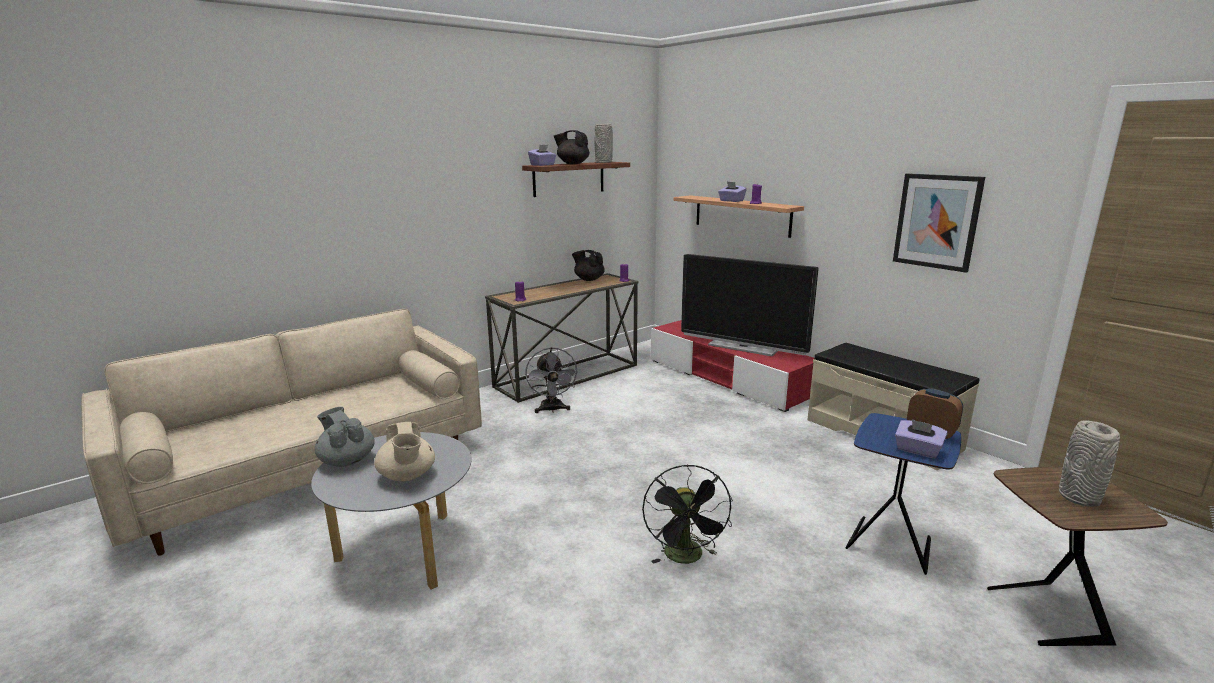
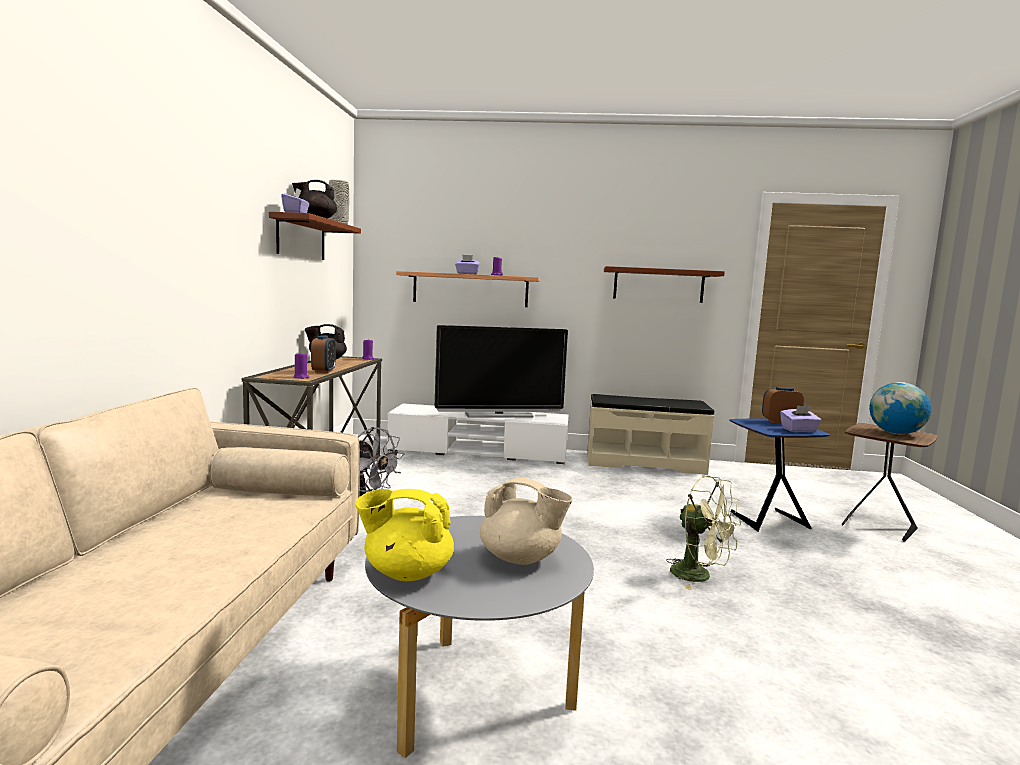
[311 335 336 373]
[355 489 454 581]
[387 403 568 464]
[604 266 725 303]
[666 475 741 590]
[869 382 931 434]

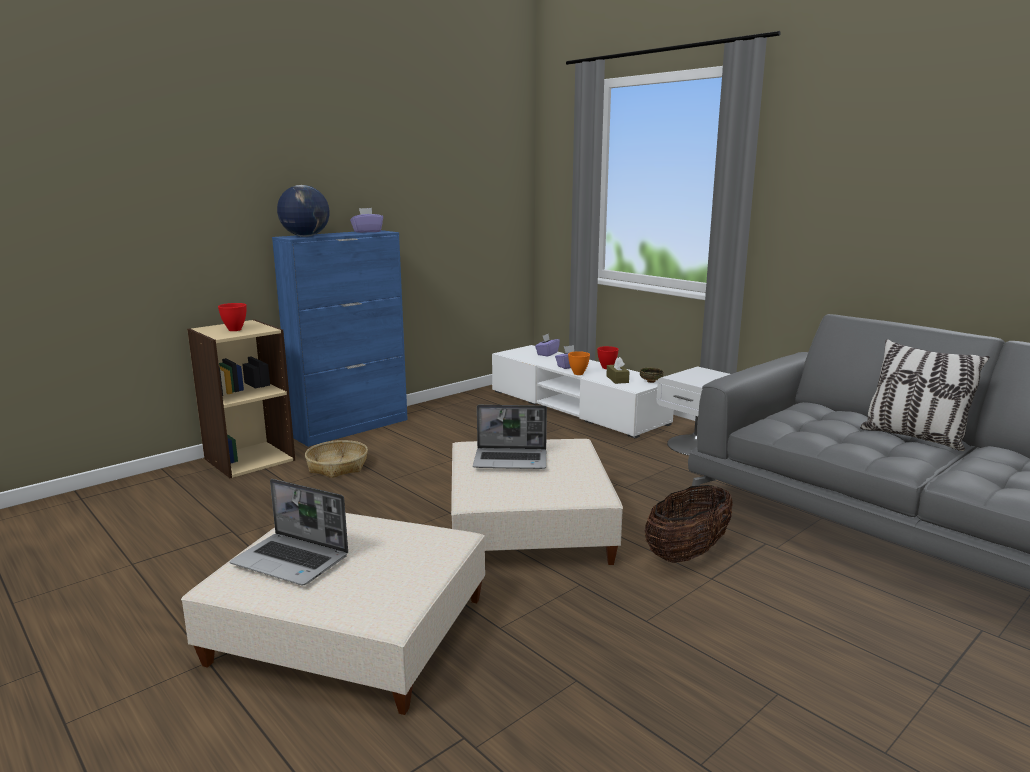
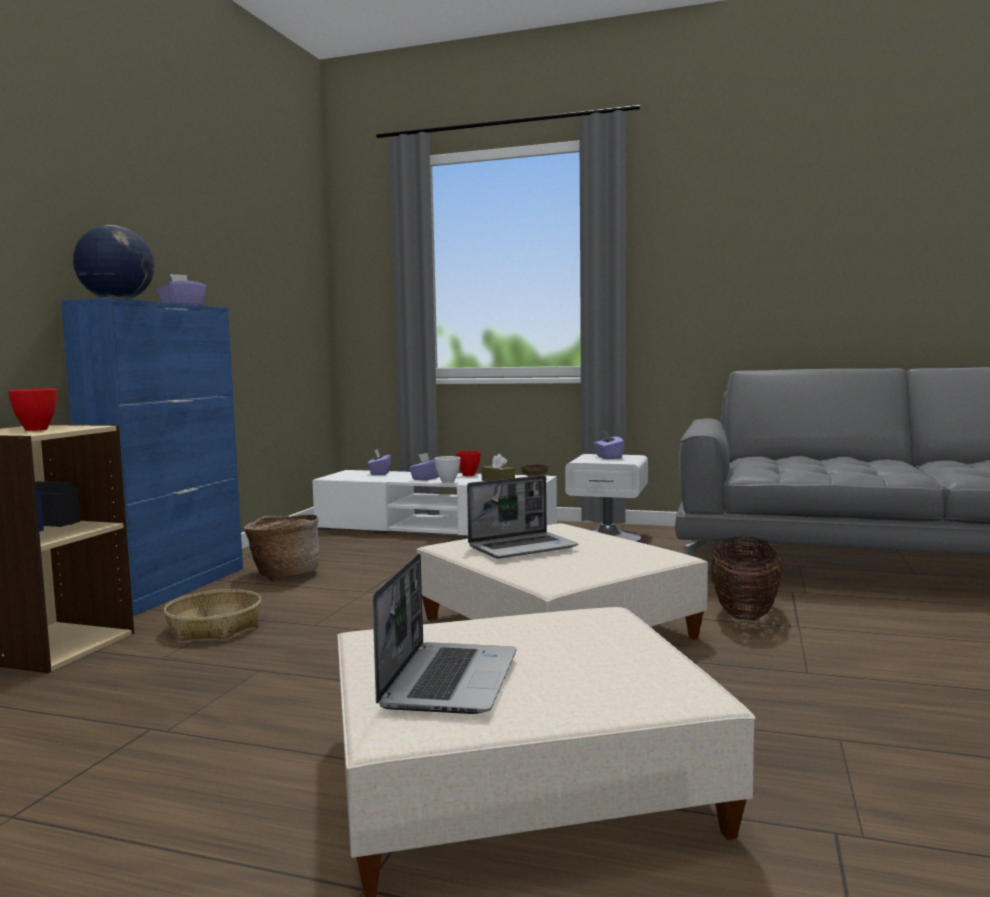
[244 514 319 581]
[373 553 517 714]
[434 456 461 483]
[594 430 624 459]
[860 339 989 451] (first image)

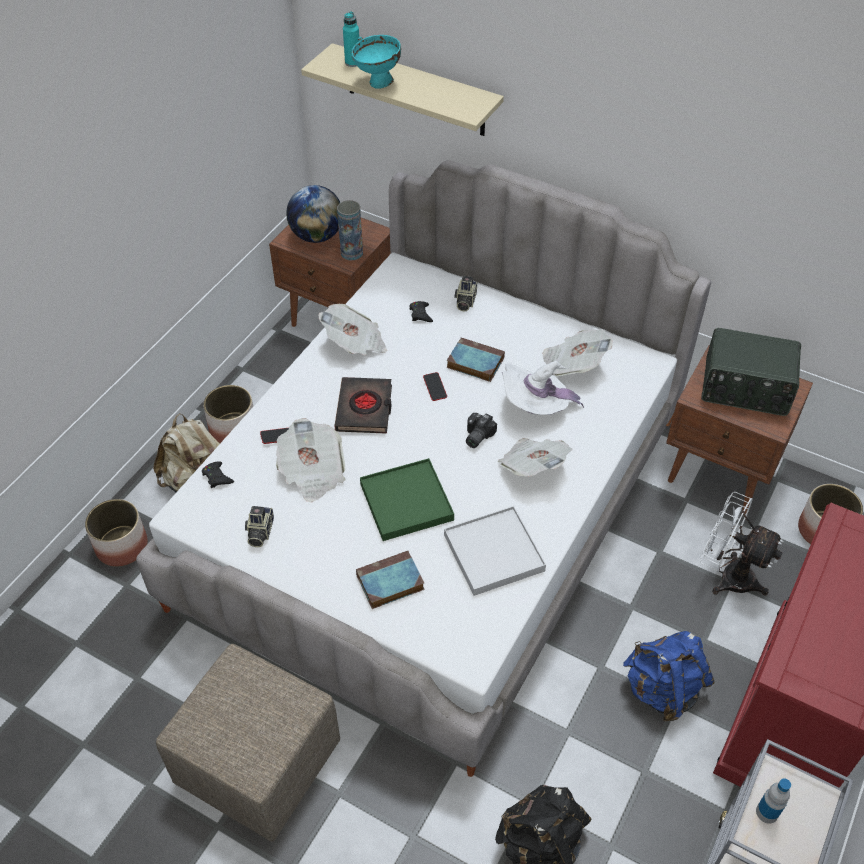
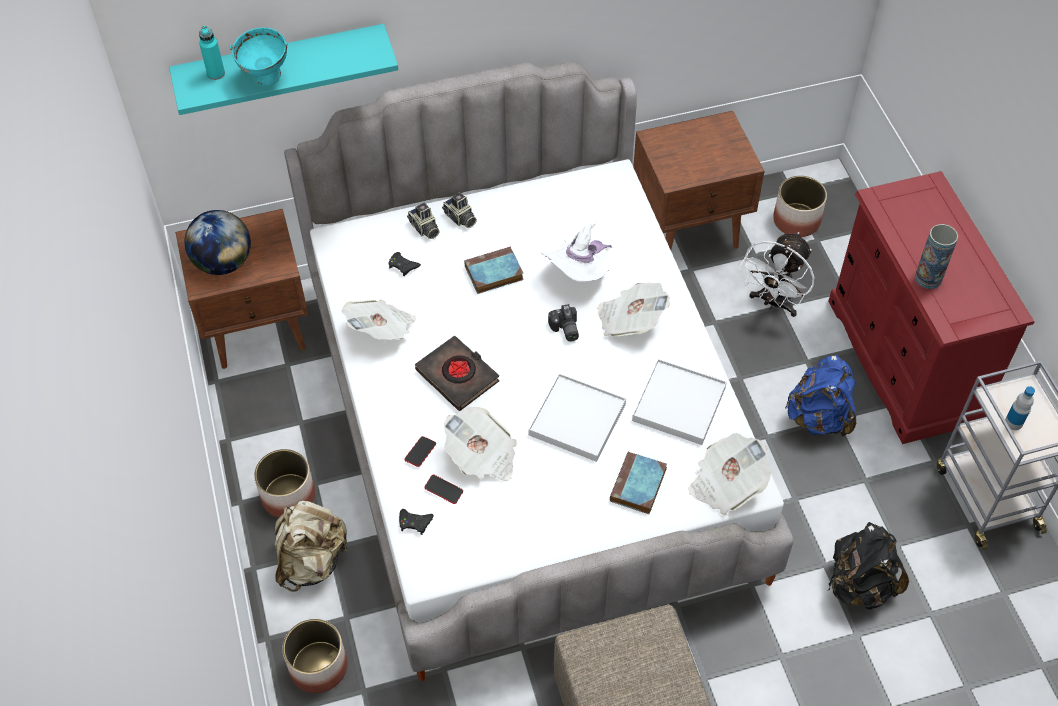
[169 24 398 115]
[424 474 463 504]
[442 192 477 228]
[528 373 626 462]
[688 433 771 515]
[739 232 815 317]
[915 224 958 289]
[701 328 801 416] (first image)

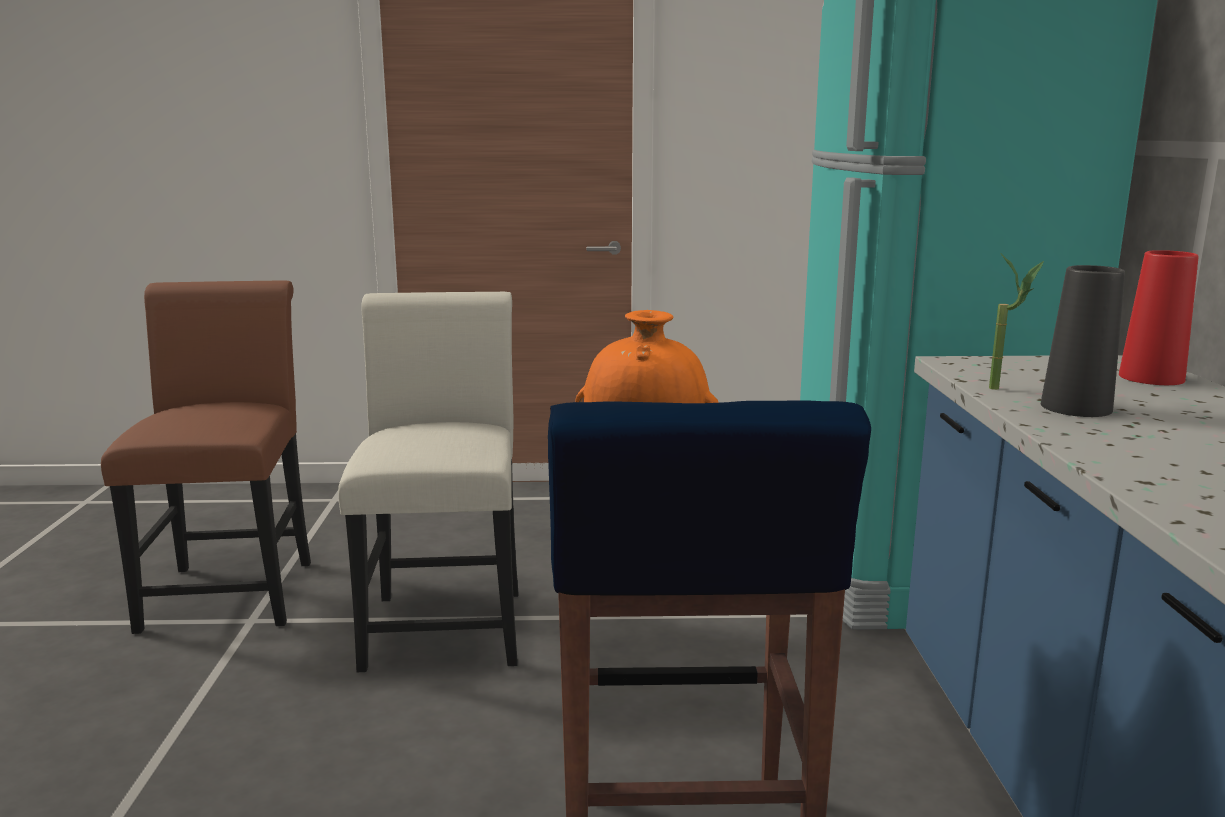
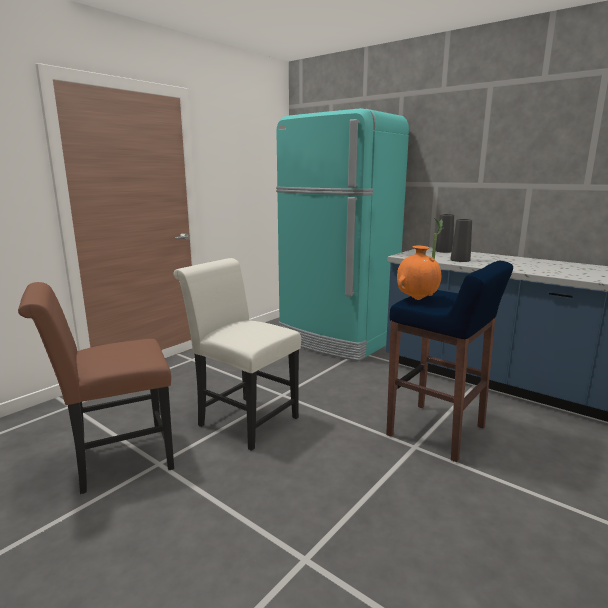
[18 282 174 494]
[435 214 454 253]

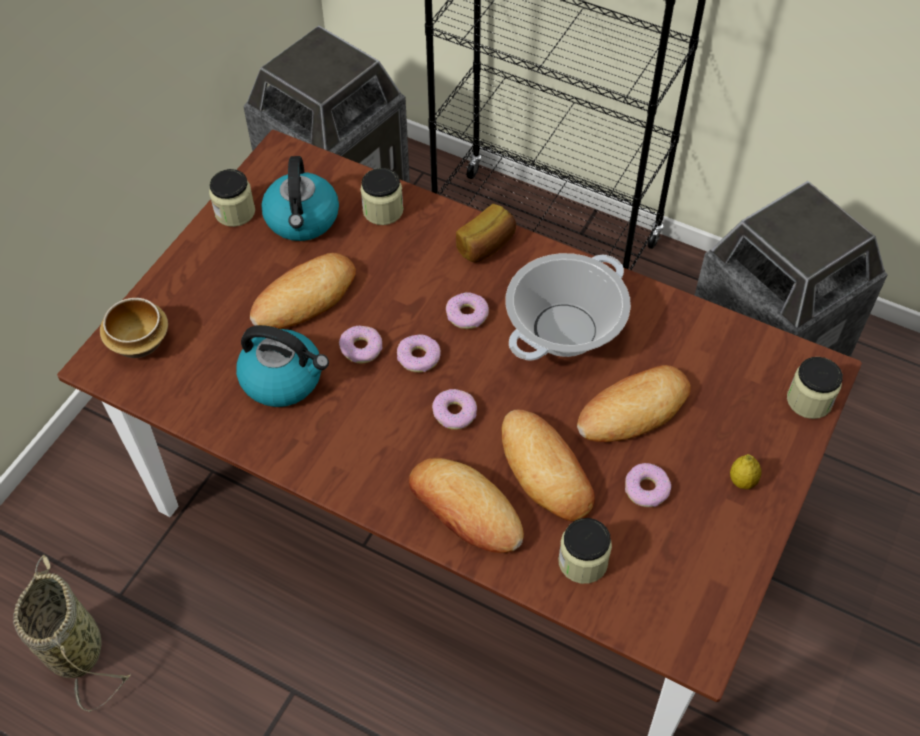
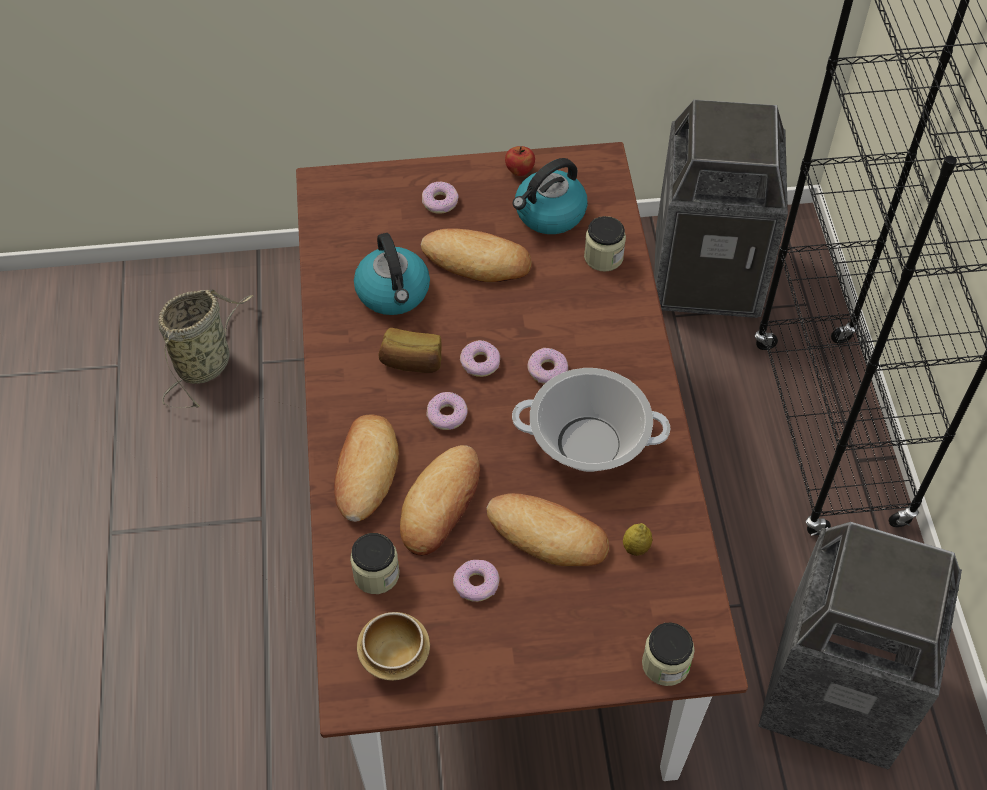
[357 612 430 681]
[379 328 442 373]
[422 182 459 214]
[505 146 535 176]
[623 523 652 556]

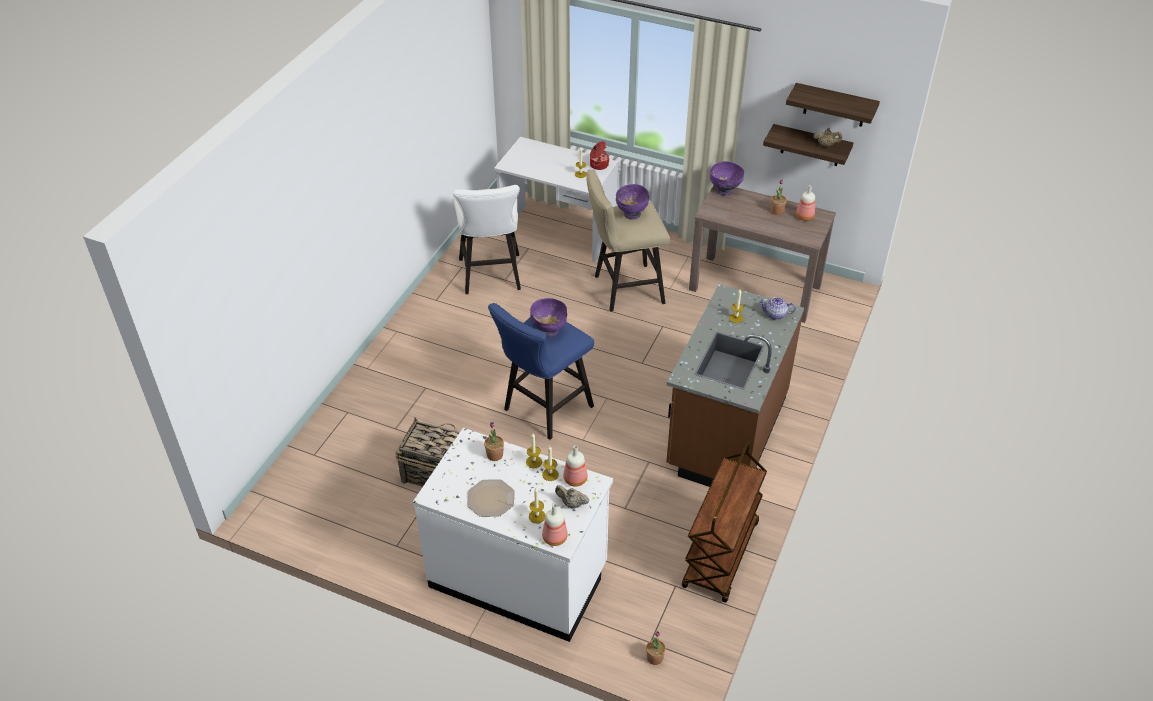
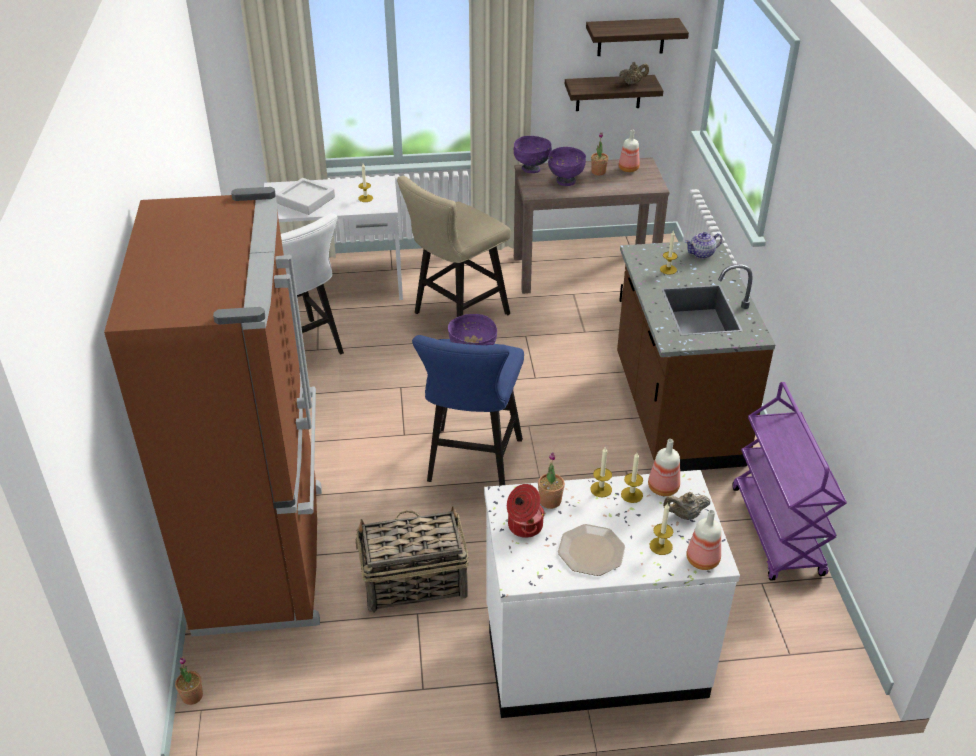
[104 187 322 637]
[175 657 203 705]
[276 178 335 215]
[507 484 545 538]
[548 147 586 186]
[732 382 847 581]

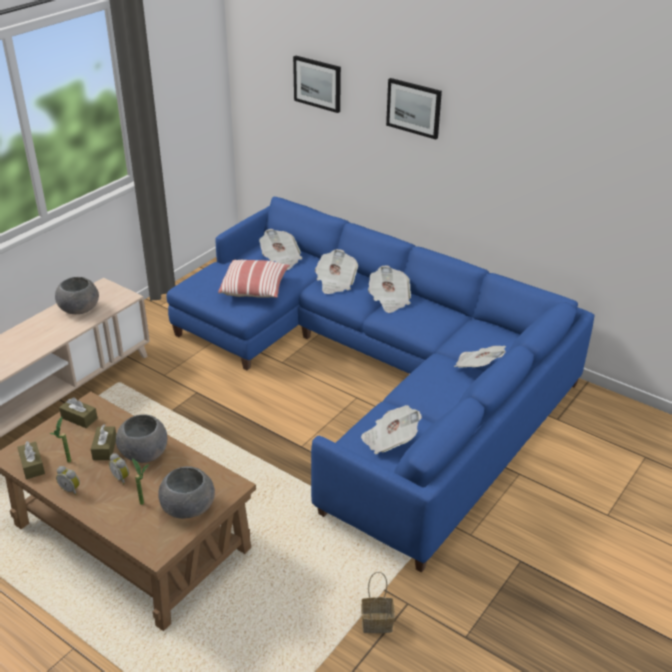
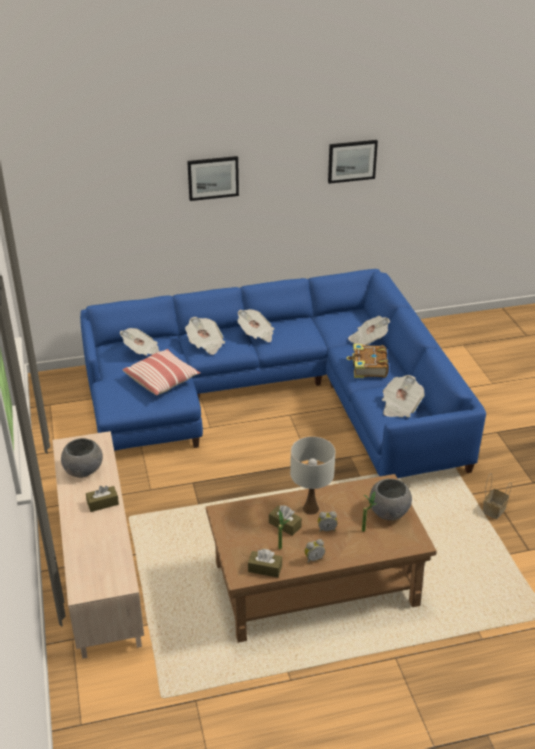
[86 486 119 512]
[290 437 335 514]
[328 140 378 184]
[346 344 389 378]

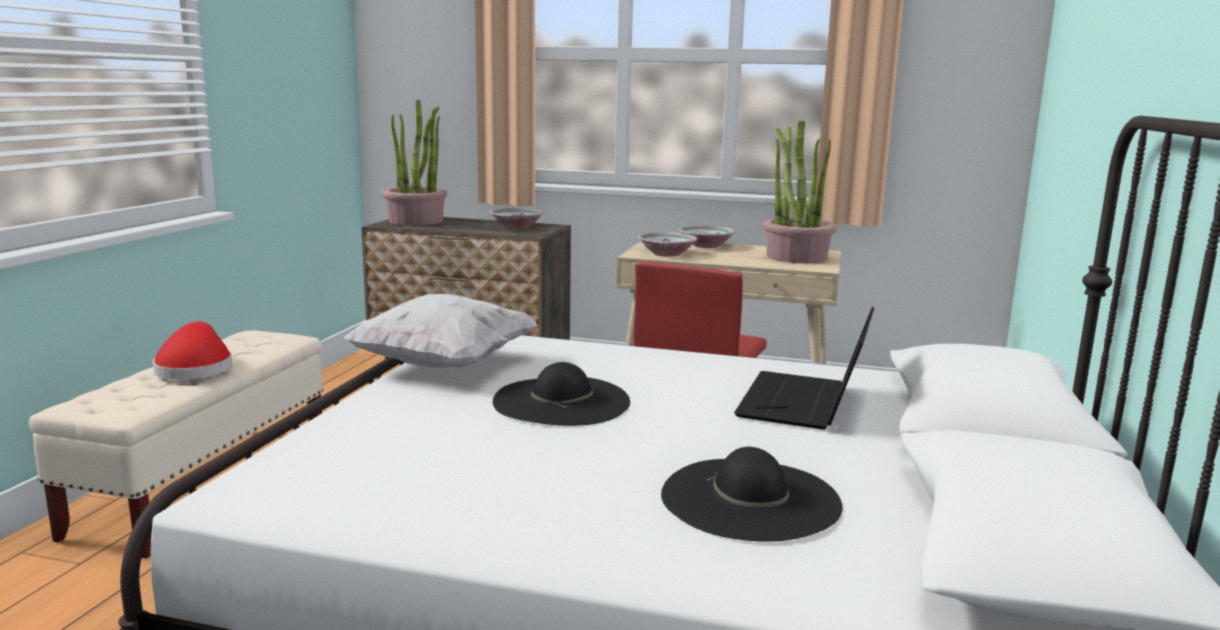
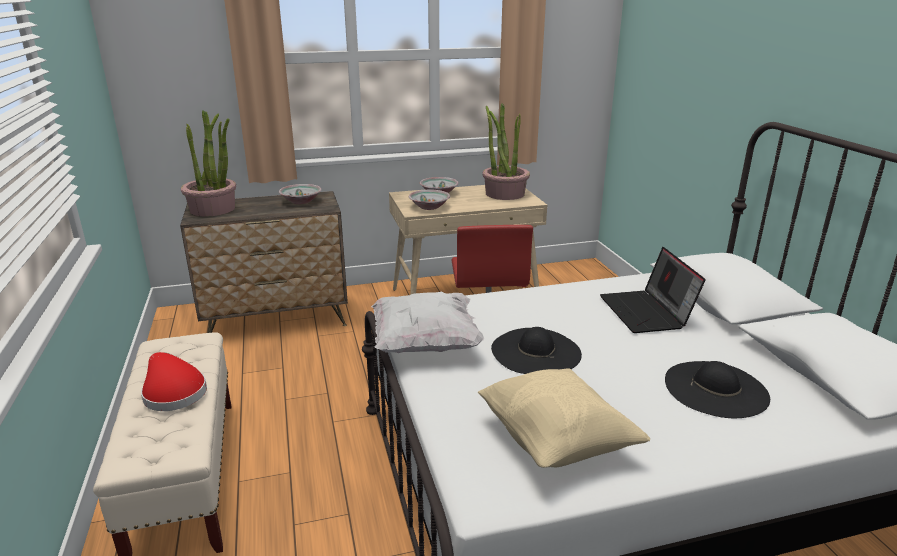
[478 368 650 468]

